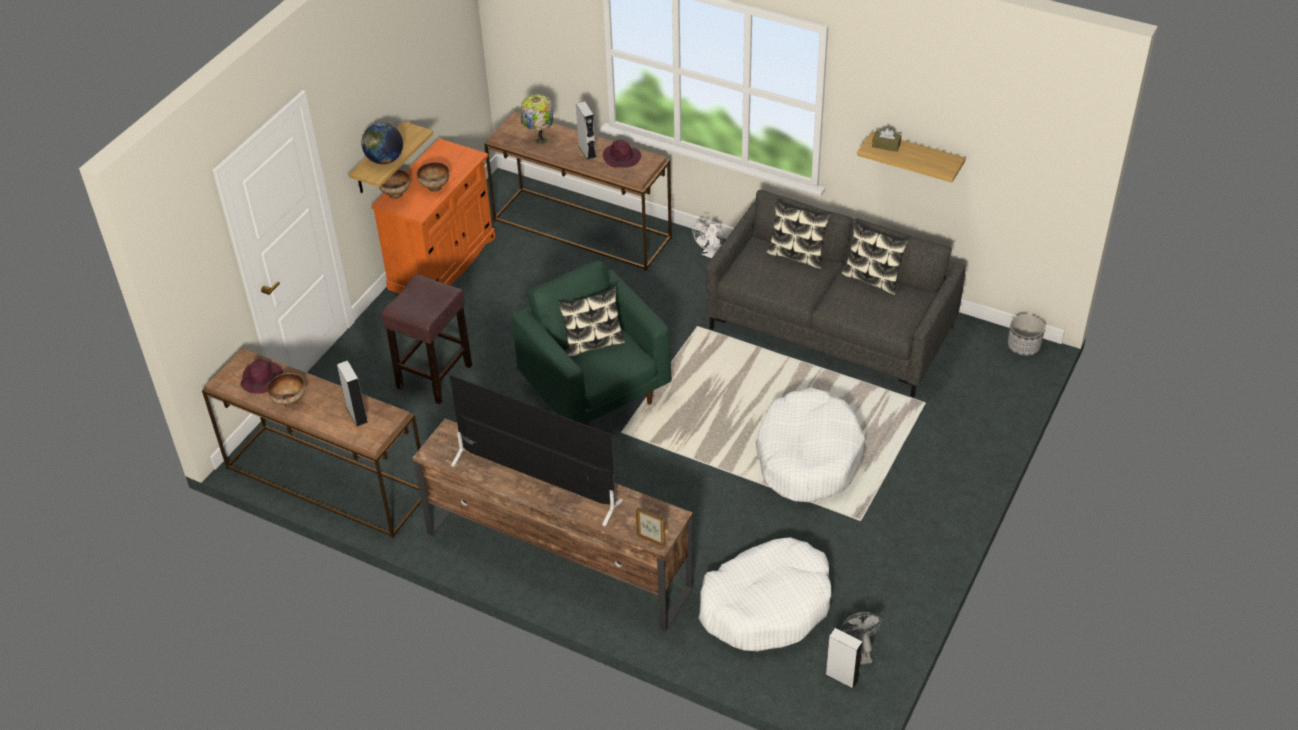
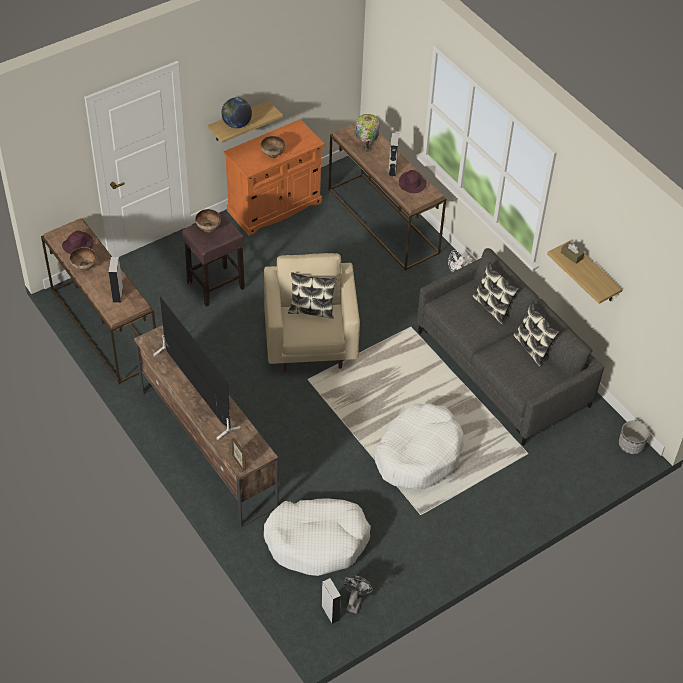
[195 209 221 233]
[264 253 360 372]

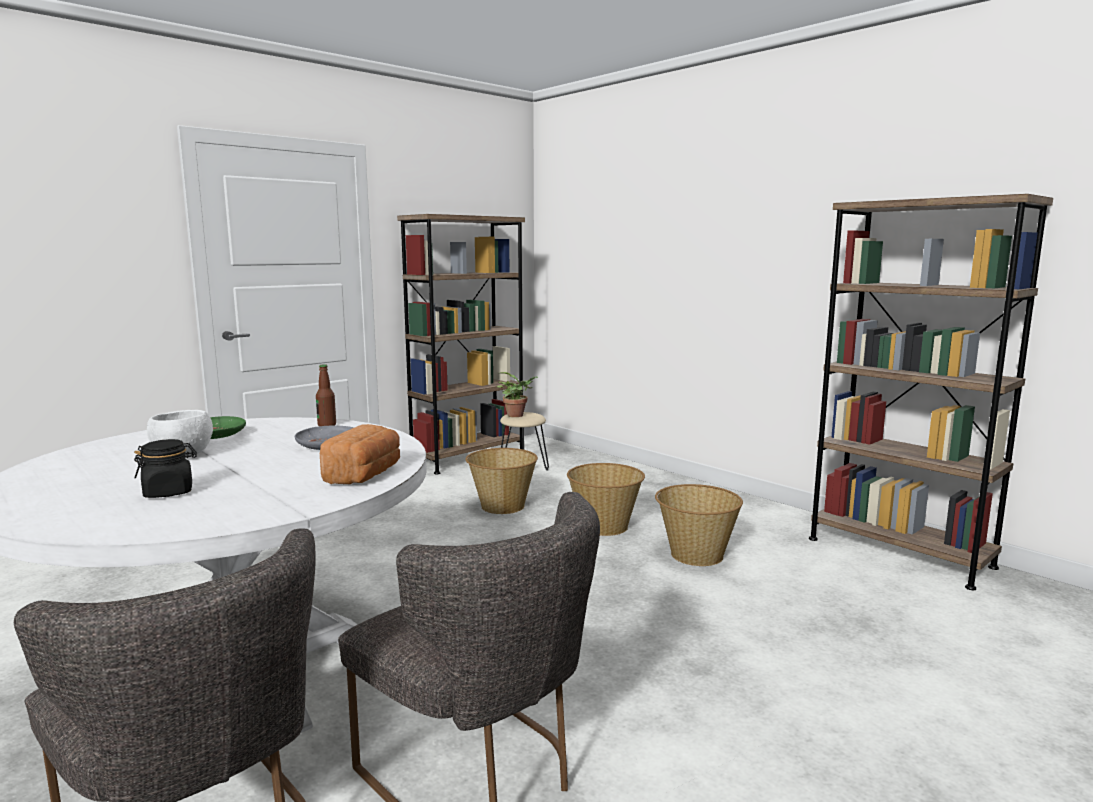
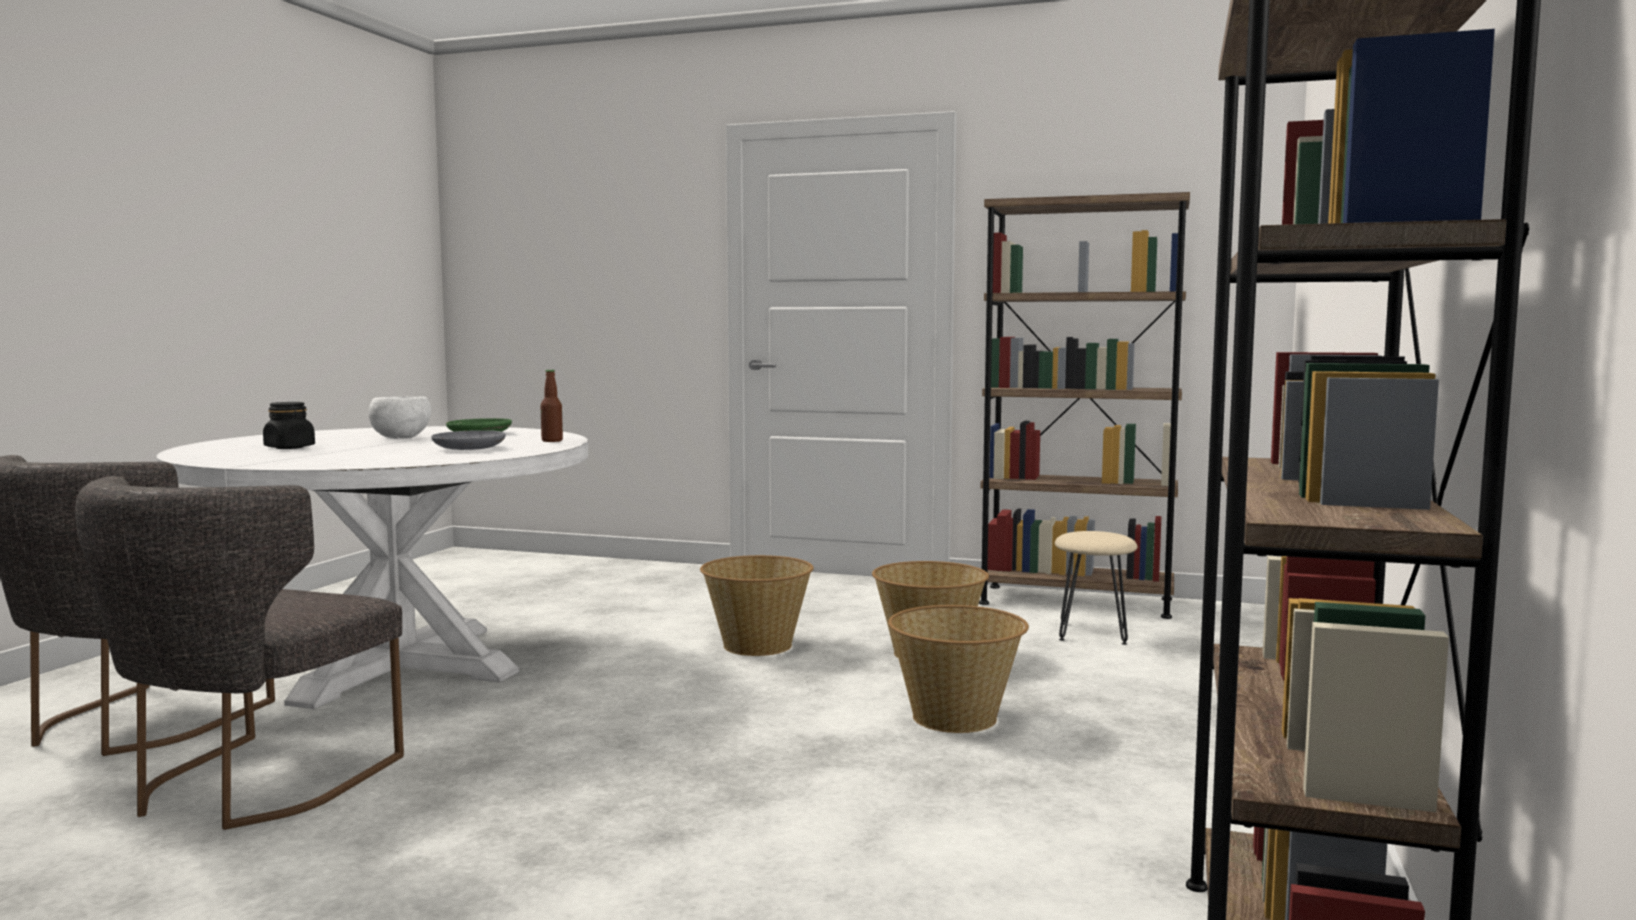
[700 555 814 656]
[320 424 400 484] (first image)
[497 372 538 417] (first image)

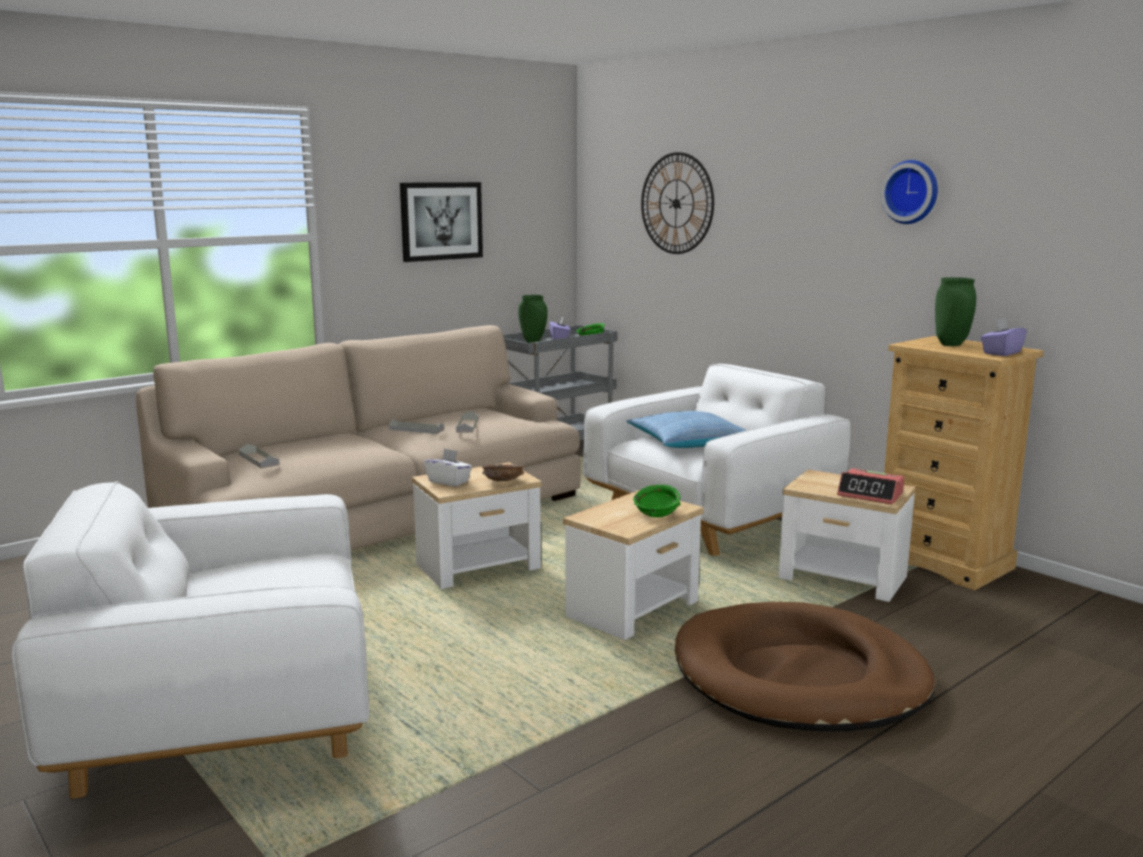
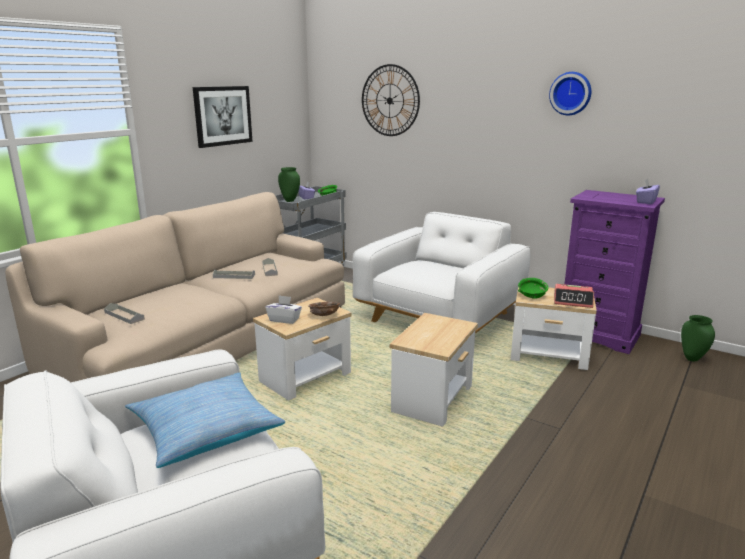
[125 372 285 468]
[518 278 548 299]
[565 190 665 354]
[681 315 715 361]
[675 602 935 731] (first image)

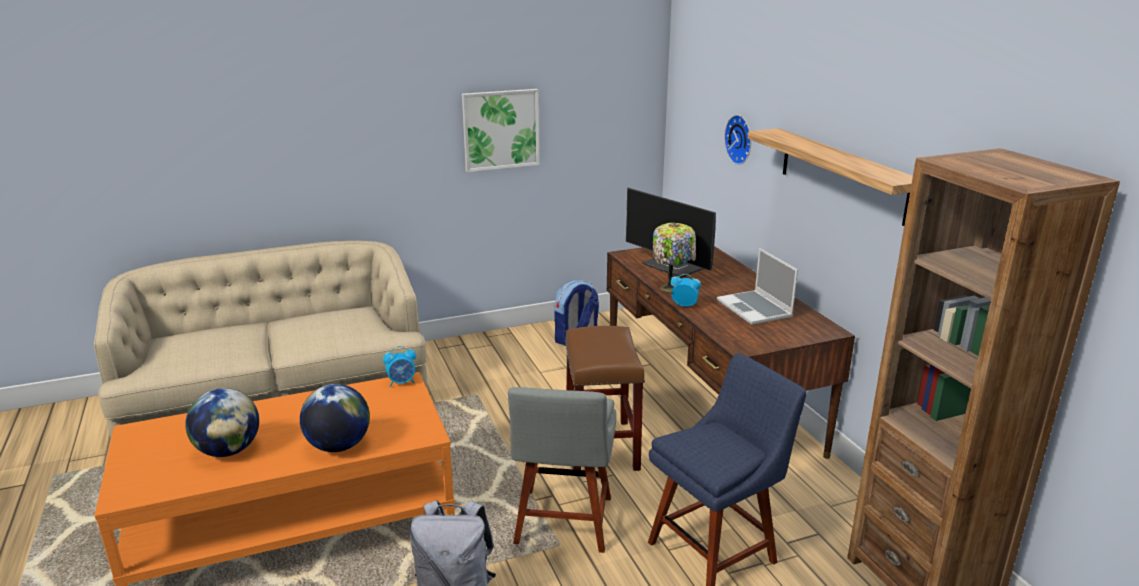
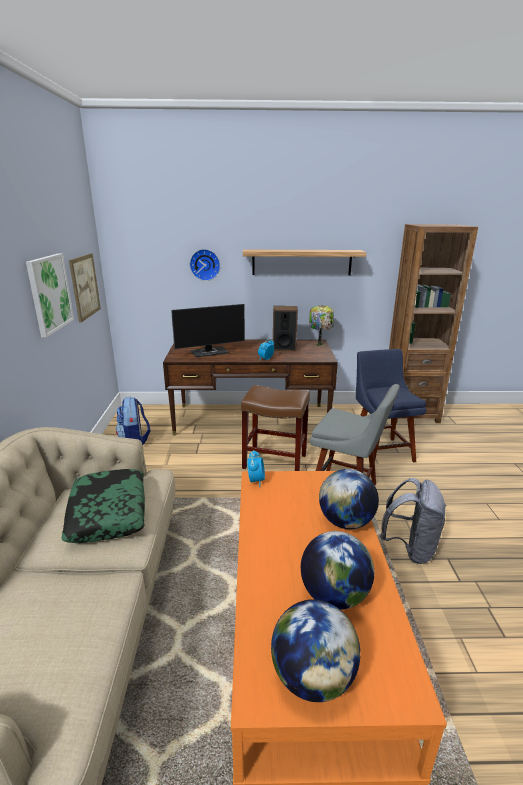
[61 469 145 543]
[69 253 101 323]
[271 599 360 702]
[273 306 298 351]
[309 305 334 346]

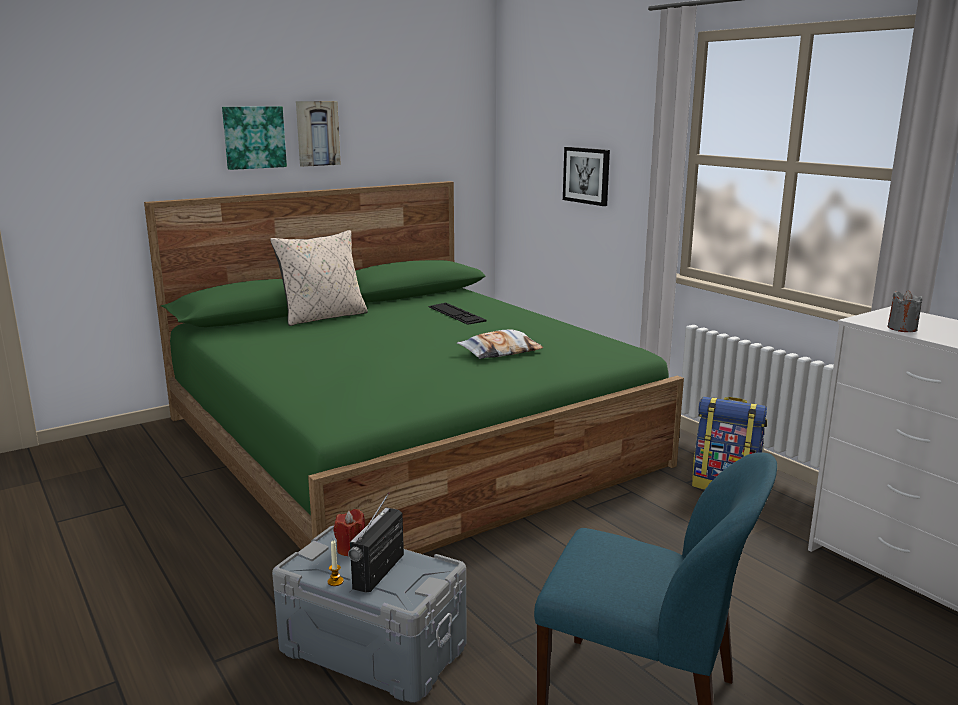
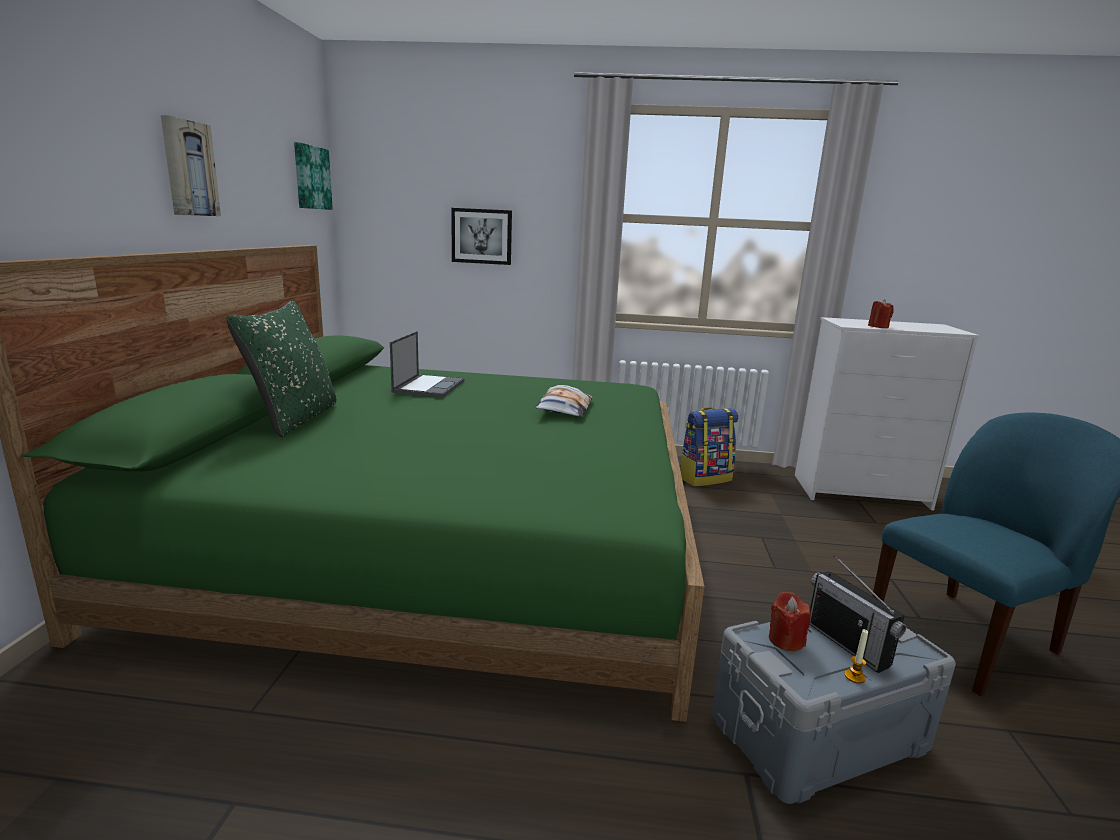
[227 301 337 437]
[294 142 333 210]
[390 331 465 397]
[868 299 894 328]

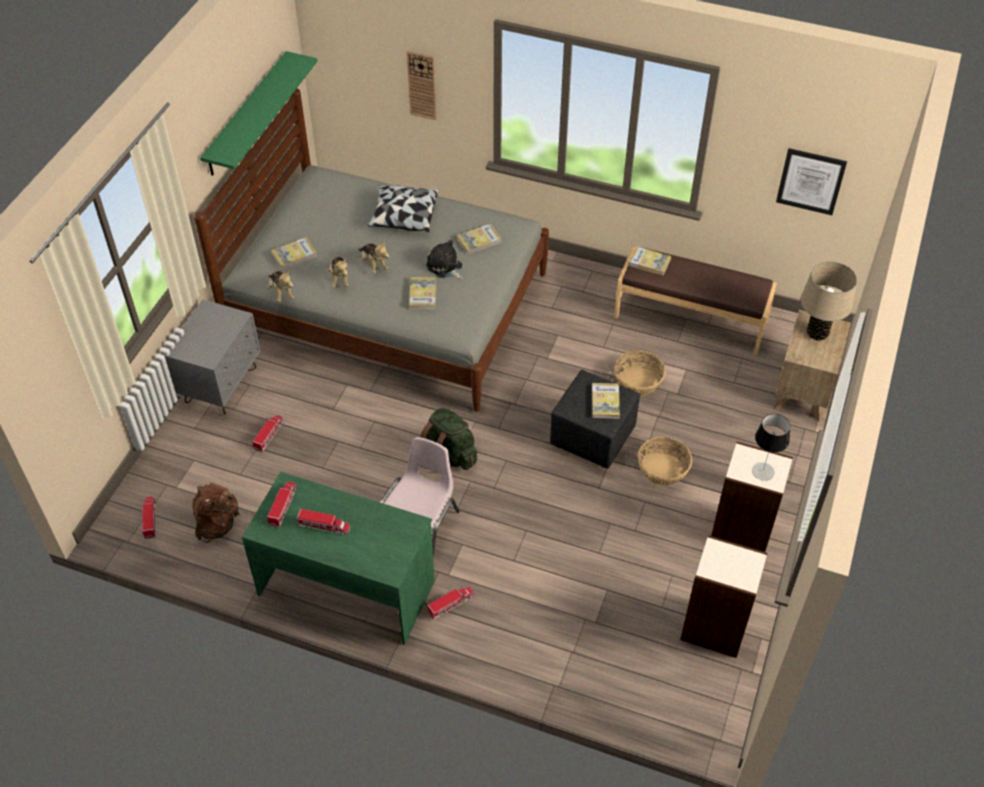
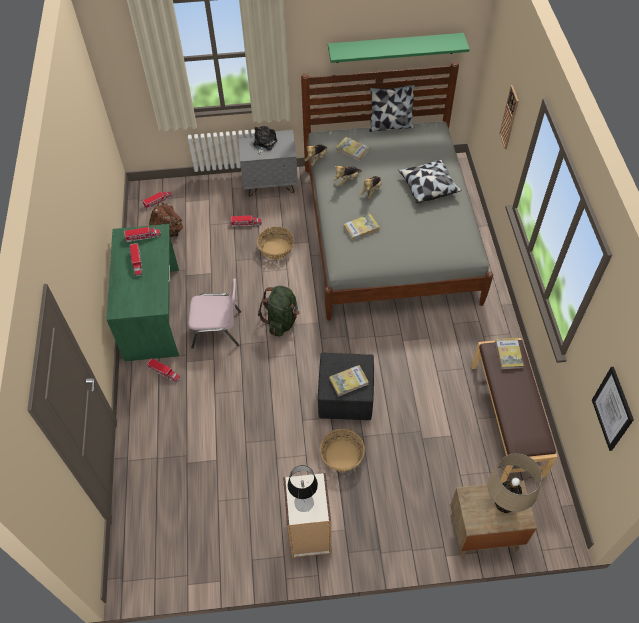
[253 126 277 155]
[257 226 294 260]
[369 85 415 132]
[457 224 502 254] (first image)
[680 535 767 658] (first image)

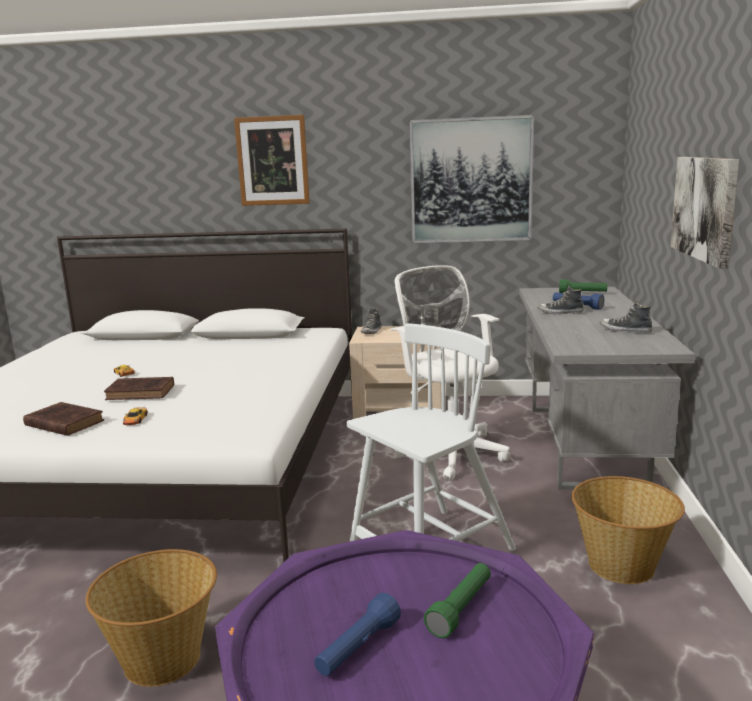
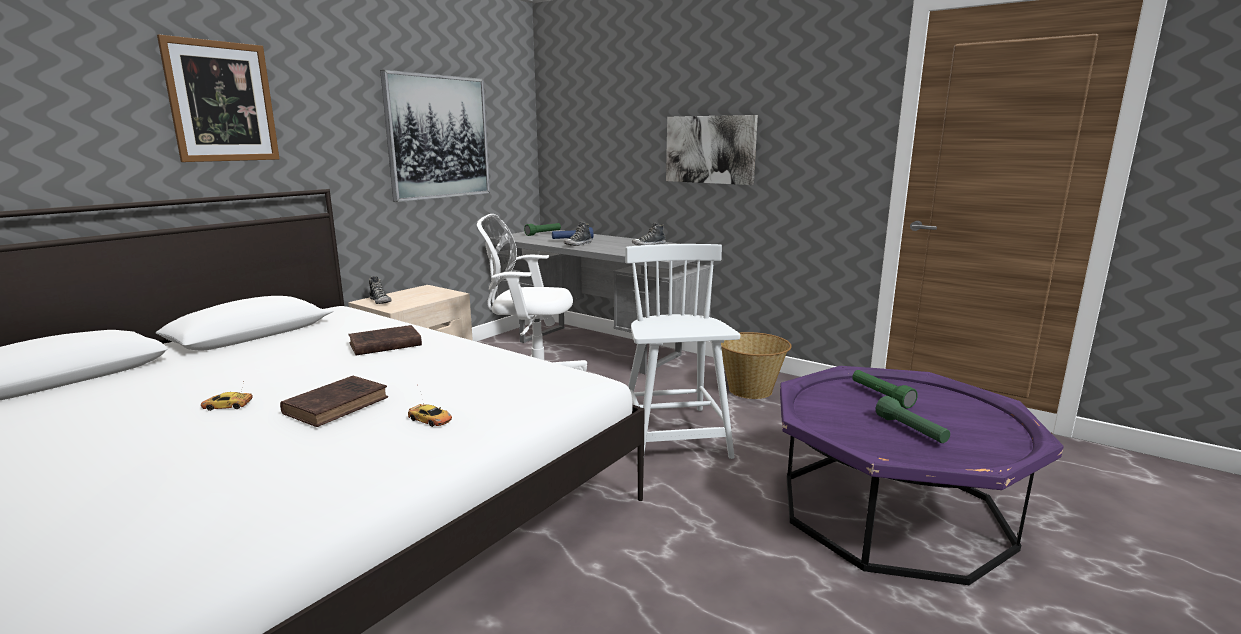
[348 325 422 355]
[876 396 950 443]
[85 549 217 687] (first image)

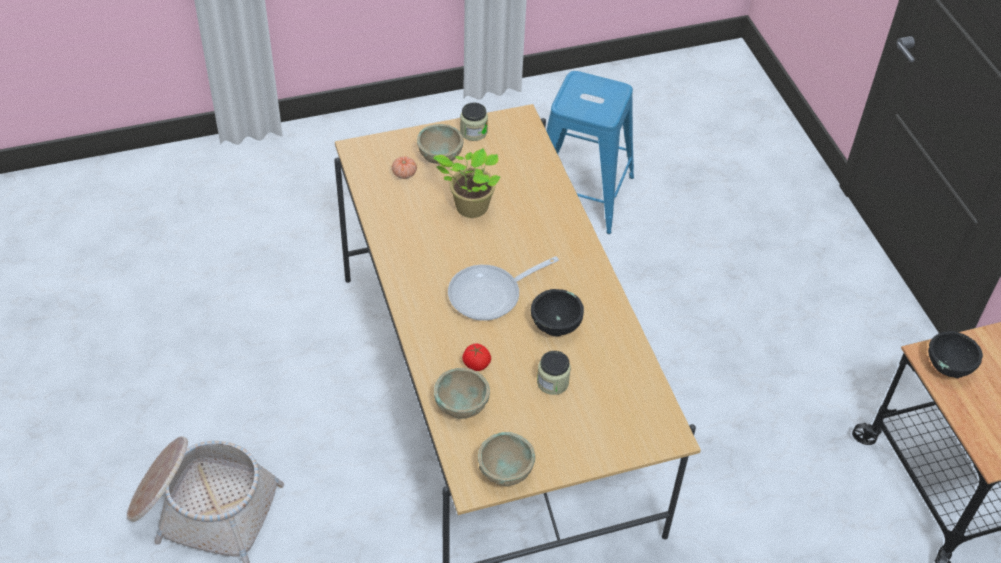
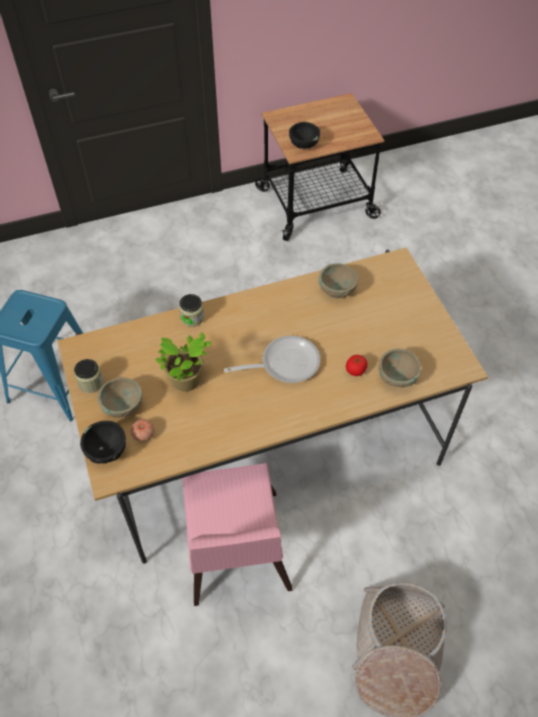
[80 421 126 464]
[179 294 204 327]
[182 463 292 606]
[224 336 320 383]
[318 263 358 298]

